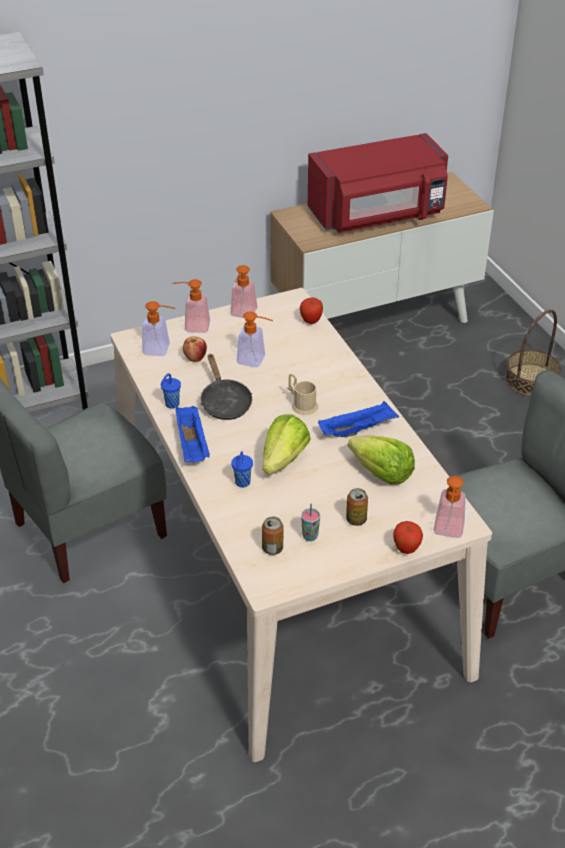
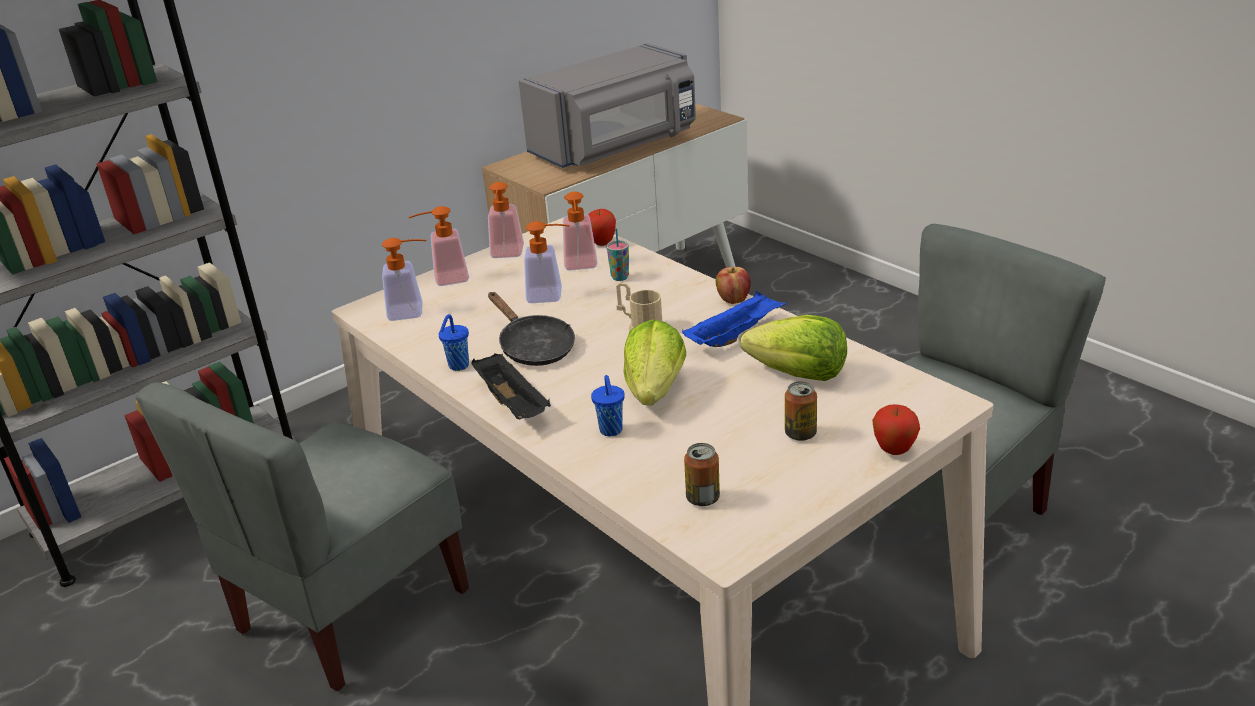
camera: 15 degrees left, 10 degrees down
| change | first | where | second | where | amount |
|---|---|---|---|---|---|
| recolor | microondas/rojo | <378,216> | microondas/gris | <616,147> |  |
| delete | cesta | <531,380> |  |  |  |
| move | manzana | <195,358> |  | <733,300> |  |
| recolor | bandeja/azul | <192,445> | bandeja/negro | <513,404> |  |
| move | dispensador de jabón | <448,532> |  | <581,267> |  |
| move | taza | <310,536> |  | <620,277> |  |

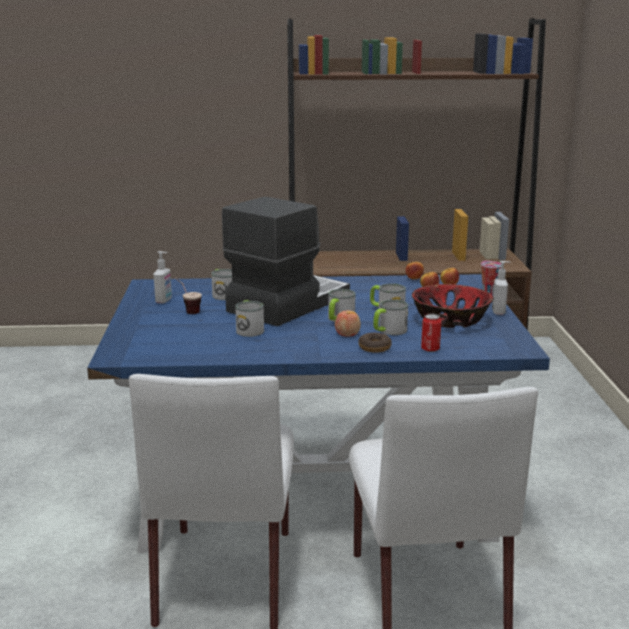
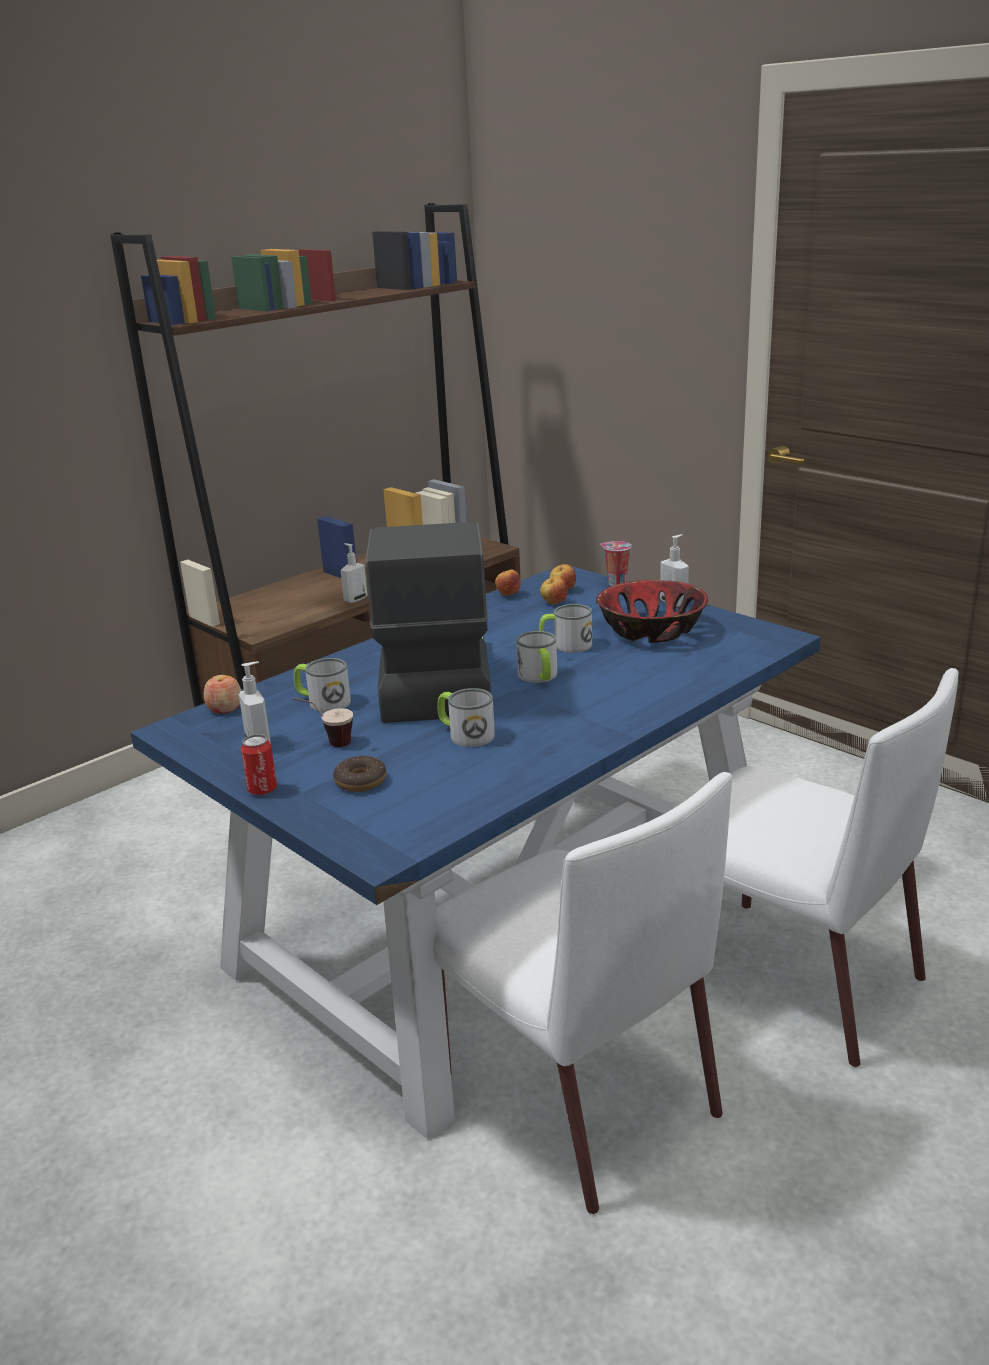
camera: 40 degrees left, 5 degrees up
| change | first | where | second | where | amount |
|---|---|---|---|---|---|
| delete | taza grande | <389,331> |  |  |  |
| move | manzana | <347,333> |  | <225,708> |  |
| move | lata | <430,349> |  | <262,790> |  |
| move | rosquilla | <374,347> |  | <360,781> |  |
| insert |  |  | dispensador de jabón | <355,599> |  |

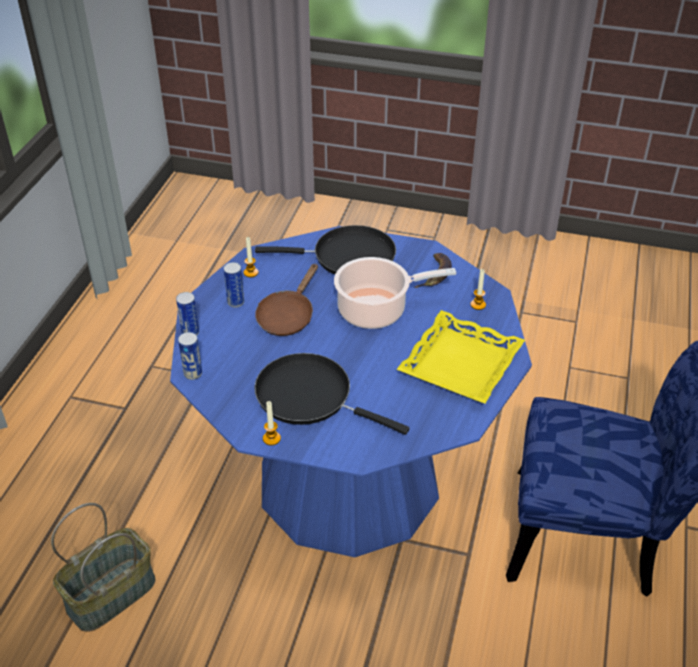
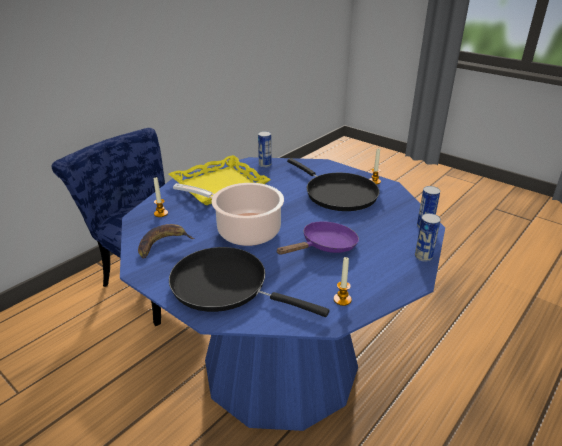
camera: 155 degrees left, 10 degrees down
| change | first | where | second | where | amount |
|---|---|---|---|---|---|
| move | lata | <235,302> |  | <265,165> |  |
| recolor | sartén/marrón | <288,316> | sartén/morado | <325,246> |  |
| delete | cesta | <111,593> |  |  |  |

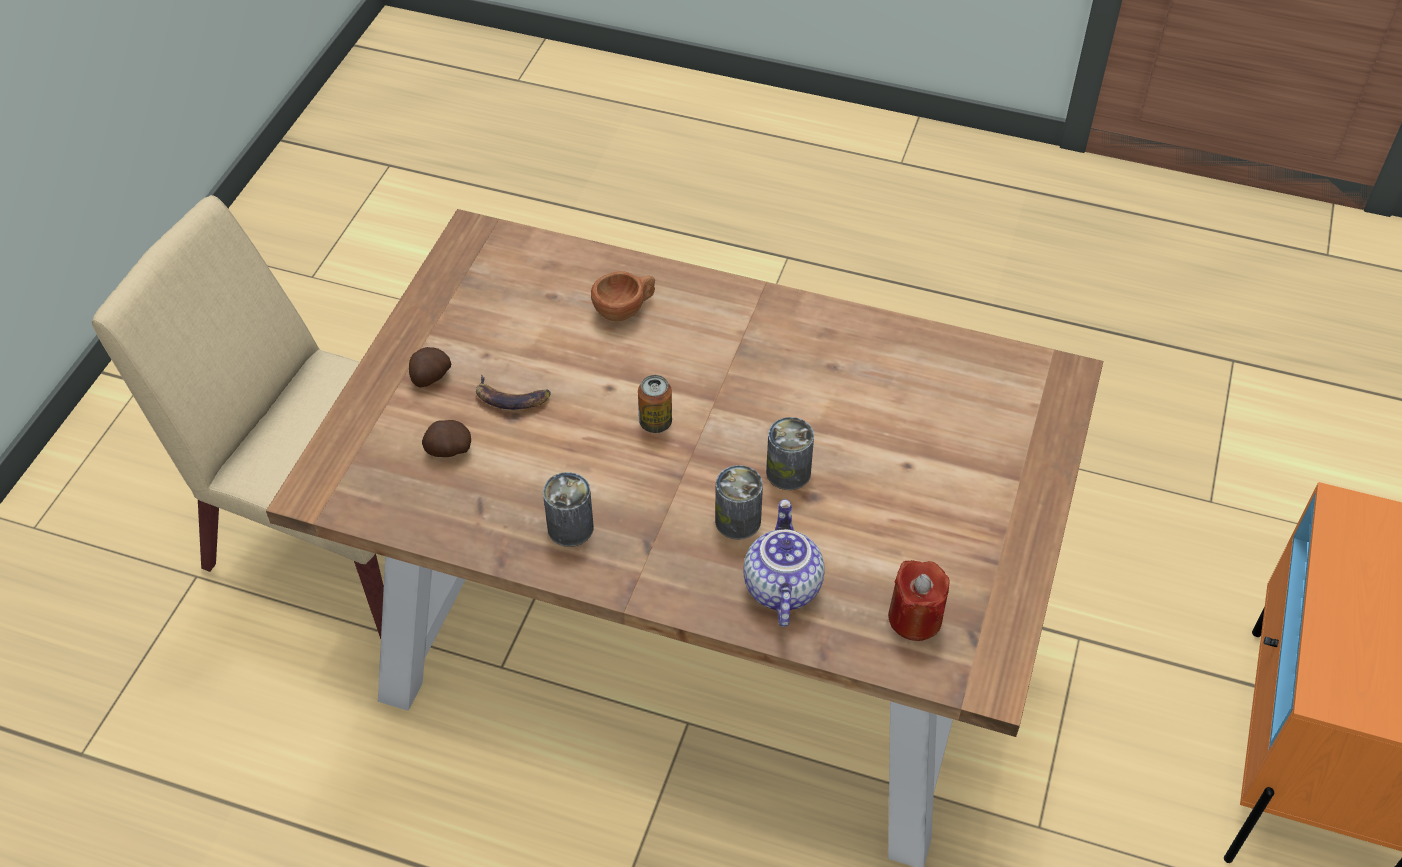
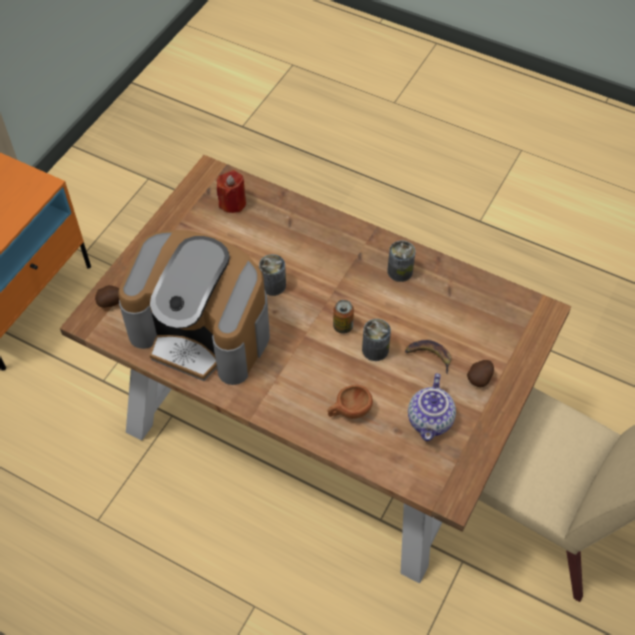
camera: 170 degrees left, 5 degrees up
| change | first | where | second | where | amount |
|---|---|---|---|---|---|
| move | patata | <448,450> |  | <111,302> |  |
| move | lata | <738,521> |  | <375,349> |  |
| move | tetera | <780,586> |  | <431,421> |  |
| insert |  |  | cafetera | <203,331> |  |

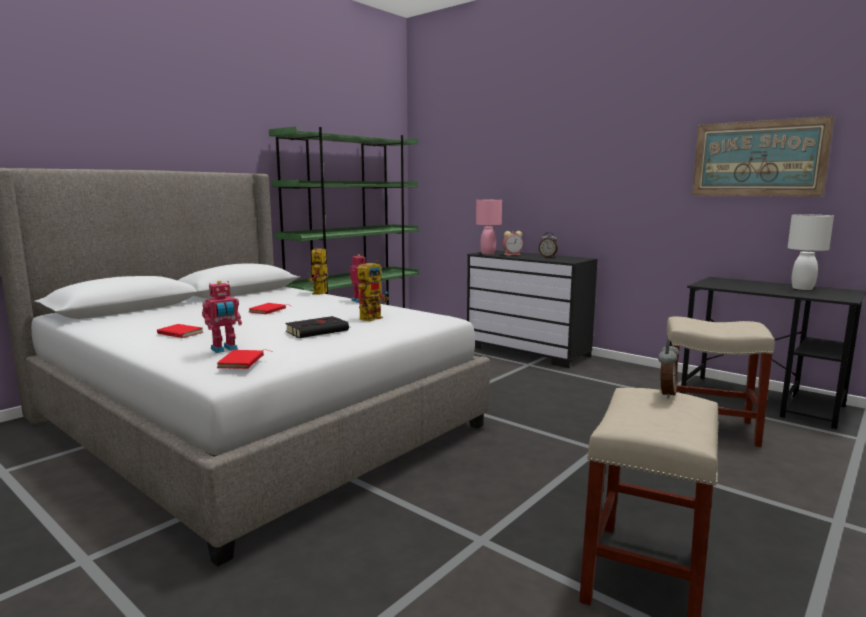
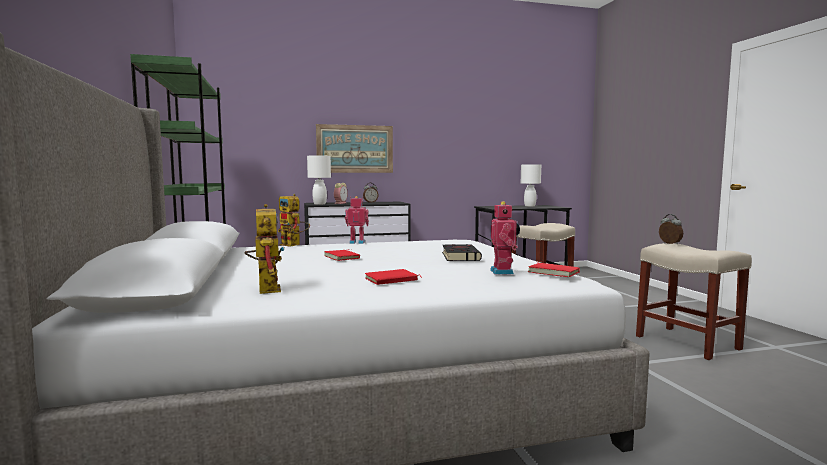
camera: 55 degrees left, 5 degrees down
| change | first | where | second | where | amount |
|---|---|---|---|---|---|
| move | cuadro | <758,158> |  | <355,149> |  |
| recolor | lámpara de mesa/rosa | <488,253> | lámpara de mesa/blanco | <320,204> |  |
| move | robot de juguete | <373,317> |  | <265,288> |  |

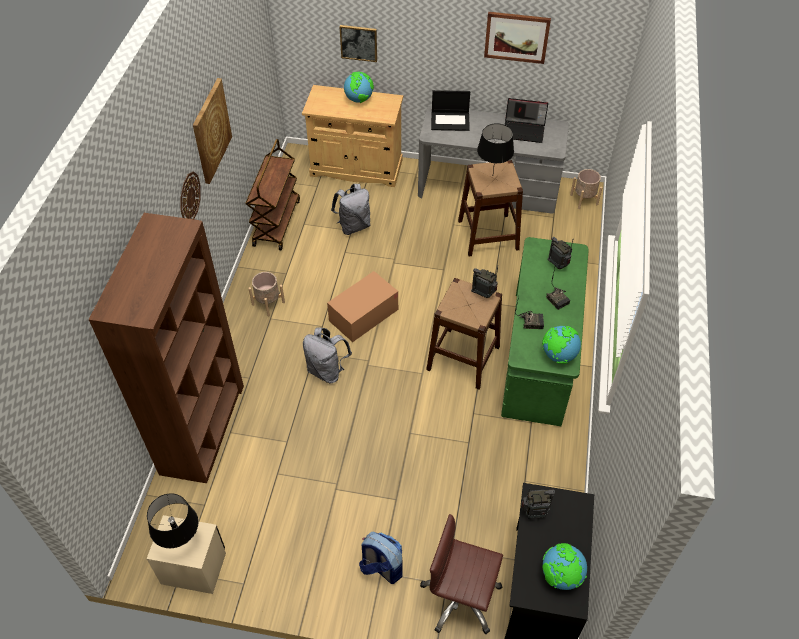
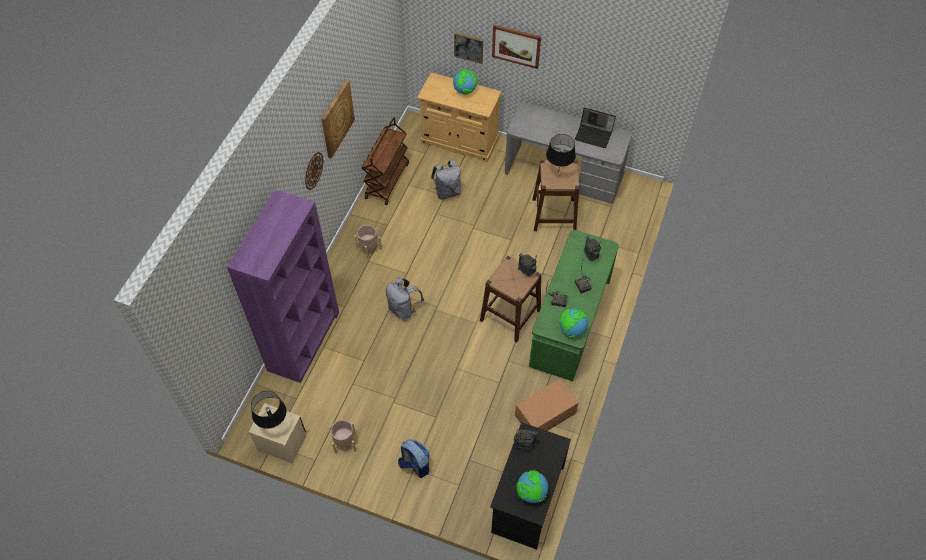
camera: 10 degrees right, 5 degrees up
| change | first | where | second | where | amount |
|---|---|---|---|---|---|
| move | cuadro | <516,37> |  | <516,46> |  |
| delete | portátil | <450,121> |  |  |  |
| move | maceta/beis | <584,199> |  | <345,442> |  |
| recolor | estantería/marrón | <203,428> | estantería/morado | <304,341> |  |
| move | caja de cartón | <363,315> |  | <545,414> |  |
| delete | silla de oficina/marrón | <460,598> |  |  |  |

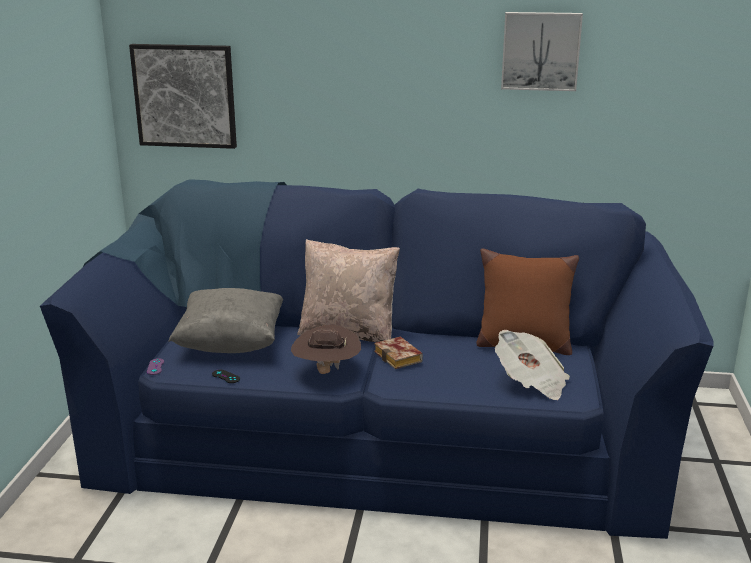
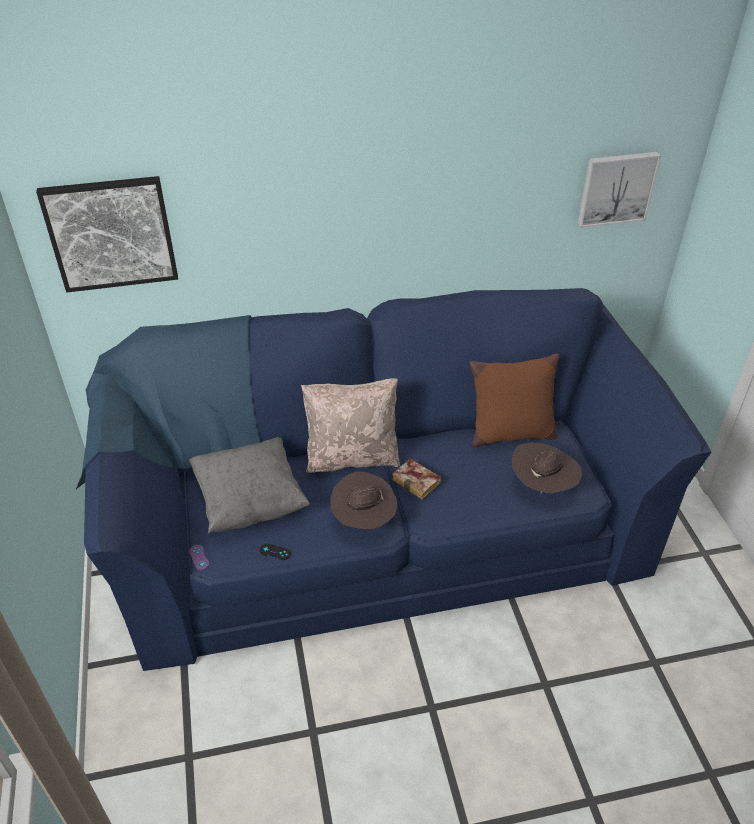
camera: 20 degrees left, 20 degrees up
| change | first | where | second | where | amount |
|---|---|---|---|---|---|
| move | cuadro | <540,51> |  | <616,188> |  |
| replace | periódico | <531,382> | sombrero/marrón | <542,486> |  |

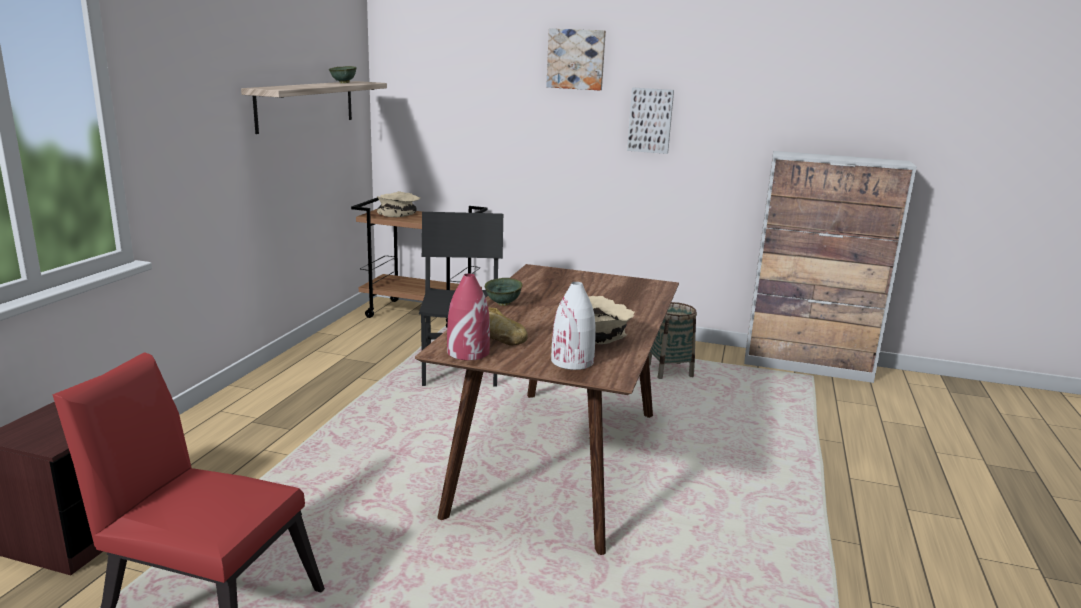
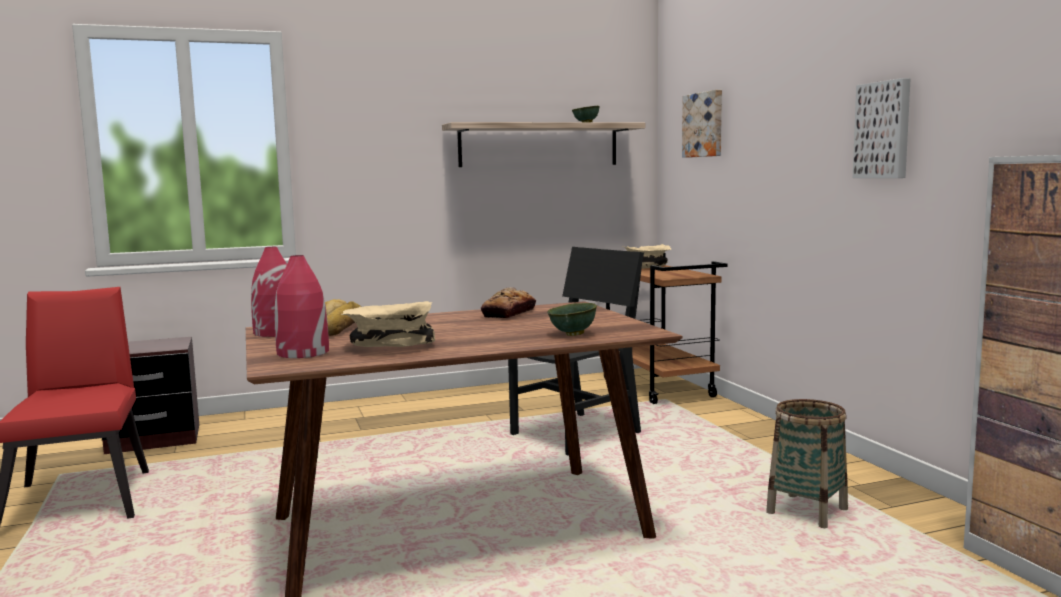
camera: 55 degrees right, 10 degrees down
| change | first | where | second | where | amount |
|---|---|---|---|---|---|
| move | cuadro | <576,59> |  | <704,125> |  |
| move | cuenco/verde | <504,304> |  | <573,335> |  |
| recolor | florero/blanco | <572,361> | florero/rojo | <302,352> |  |
| insert |  |  | pan | <509,313> |  |

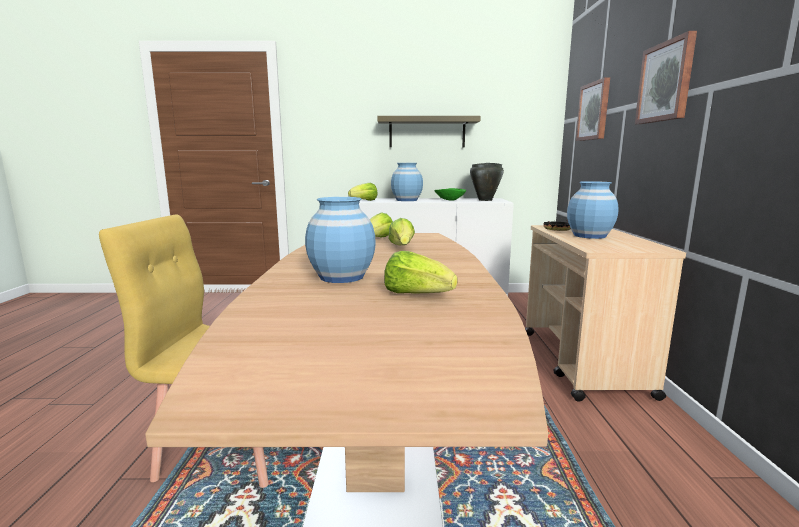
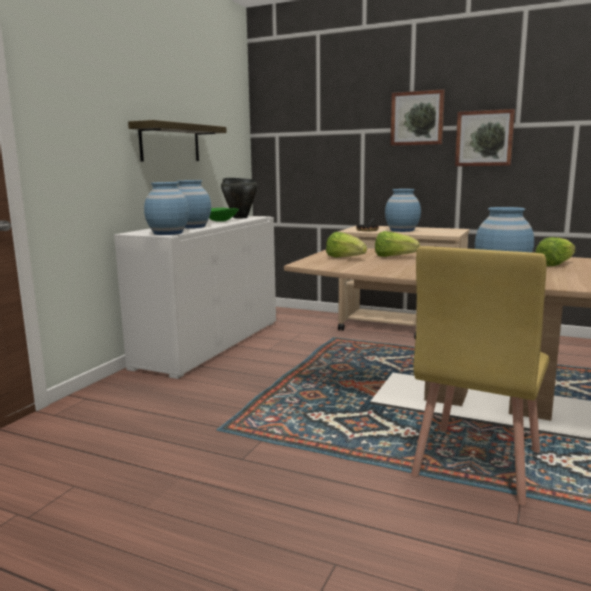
camera: 65 degrees left, 0 degrees up
| change | first | where | second | where | amount |
|---|---|---|---|---|---|
| move | cuadro | <594,111> |  | <484,138> |  |
| replace | lechuga | <364,201> | florero/azul | <168,233> |  |

